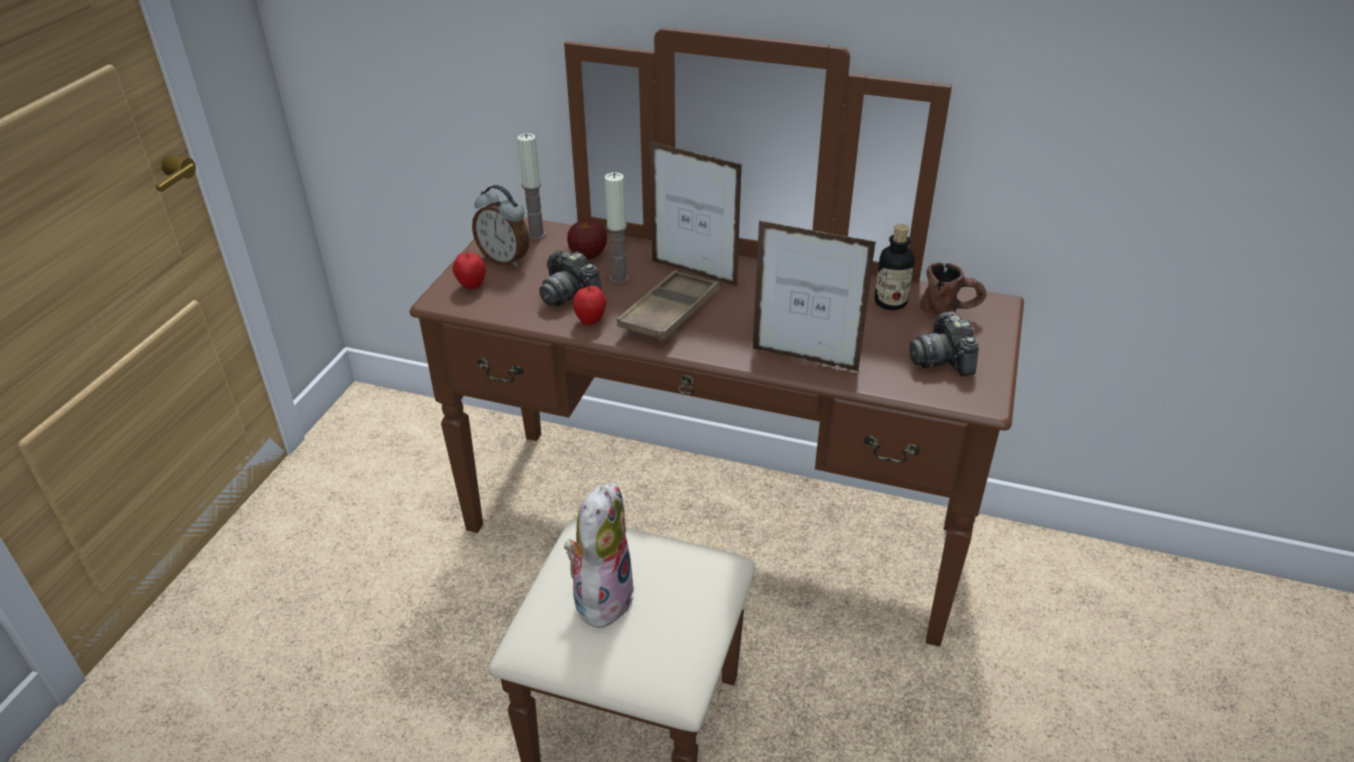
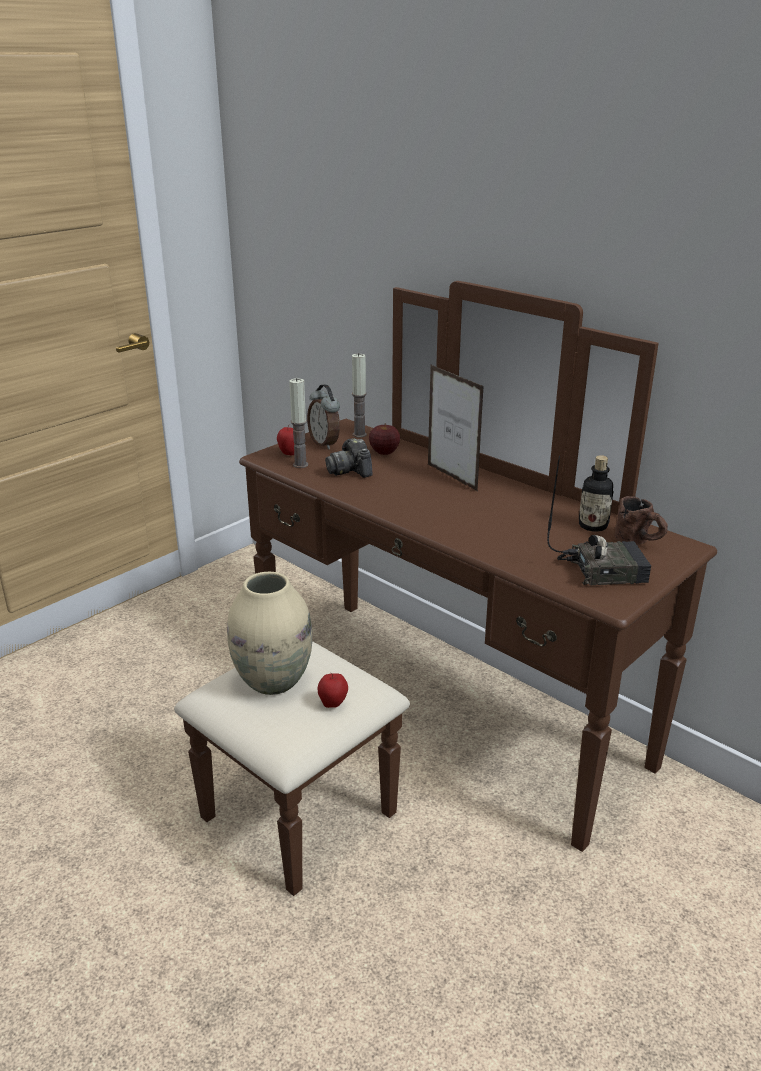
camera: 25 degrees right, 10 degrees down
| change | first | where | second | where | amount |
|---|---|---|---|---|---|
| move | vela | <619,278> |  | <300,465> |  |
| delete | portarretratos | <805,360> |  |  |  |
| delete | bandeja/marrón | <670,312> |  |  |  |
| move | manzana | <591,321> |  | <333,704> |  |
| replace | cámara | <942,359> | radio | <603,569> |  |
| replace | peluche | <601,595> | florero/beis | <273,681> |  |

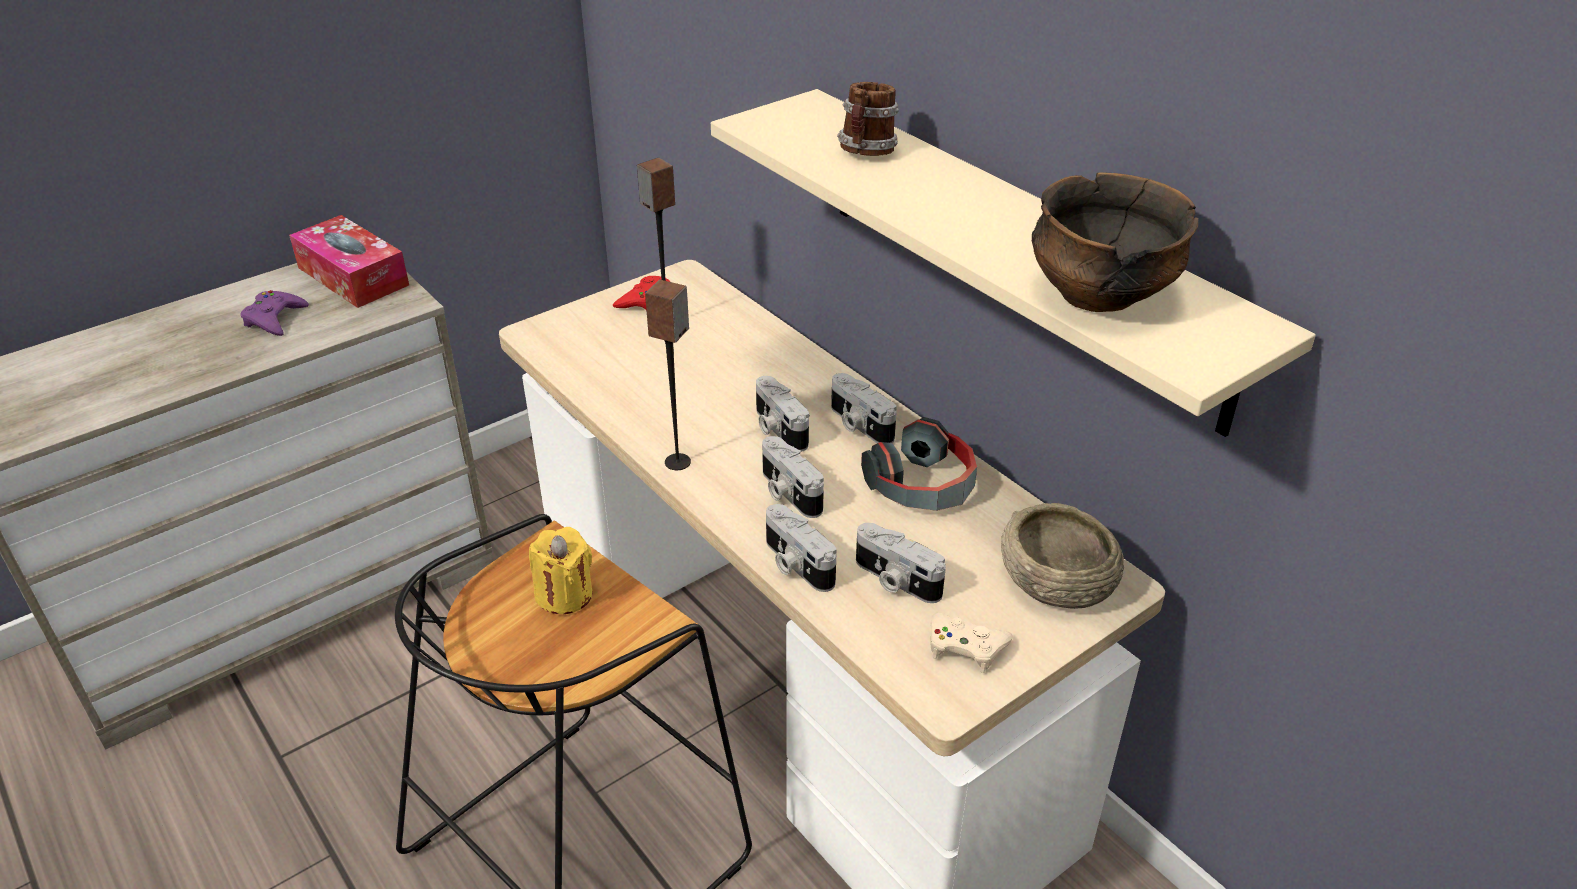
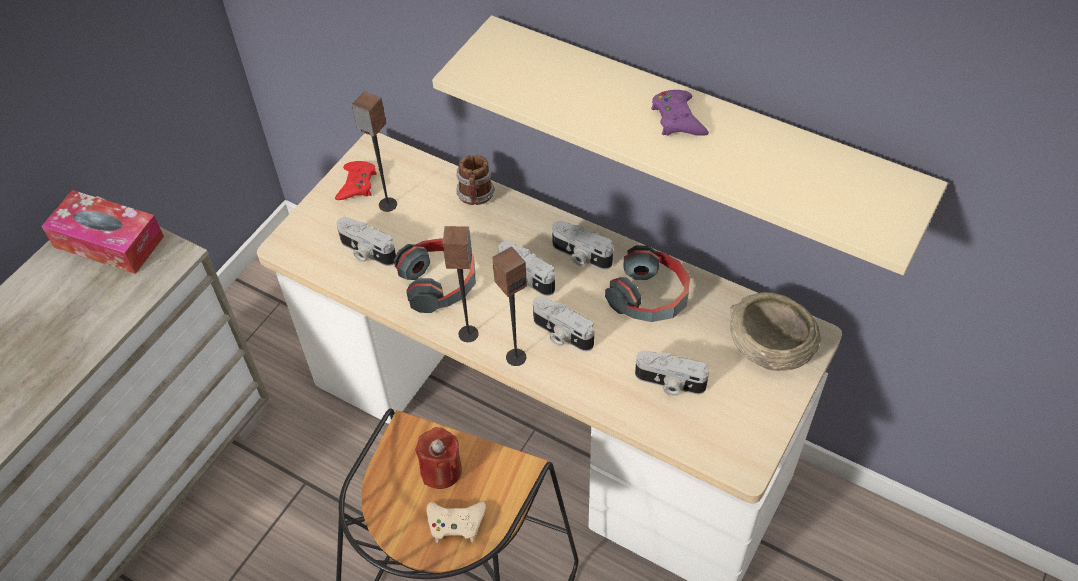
camera: 20 degrees left, 15 degrees up
| change | first | where | second | where | amount |
|---|---|---|---|---|---|
| move | taza grande | <867,153> |  | <476,197> |  |
| delete | cuenco | <1099,296> |  |  |  |
| move | mando de consola/morado | <274,319> |  | <678,119> |  |
| move | cámara | <795,564> |  | <366,252> |  |
| recolor | vela/amarillo | <565,595> | vela/rojo | <441,470> |  |
| move | mando de consola/beis | <965,646> |  | <455,523> |  |
| insert |  |  | auriculares | <440,283> |  |
| insert |  |  | altavoz | <516,357> |  |

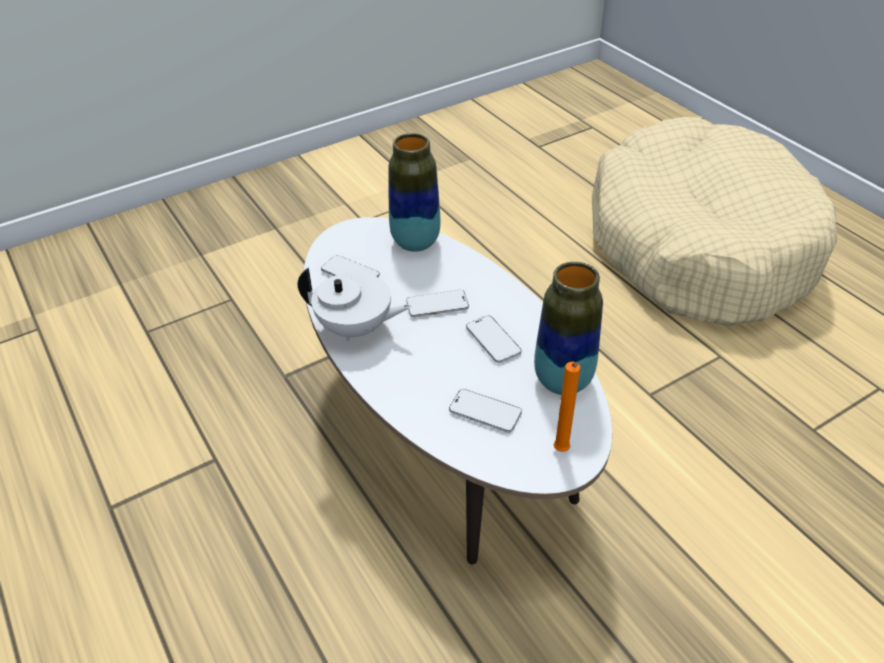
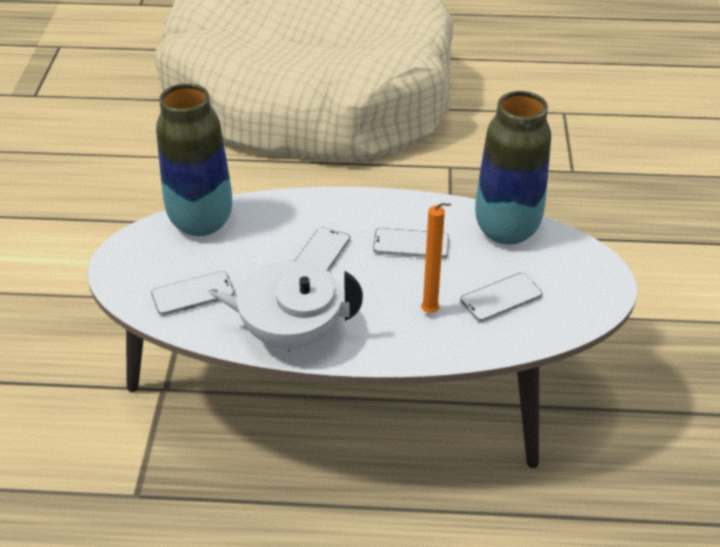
camera: 55 degrees left, 0 degrees up
| change | first | where | second | where | amount |
|---|---|---|---|---|---|
| rotate | tetera/blanco | <355,328> |  | <290,333> | 135 degrees counterclockwise |
| move | vela/naranja | <561,452> |  | <432,313> |  |

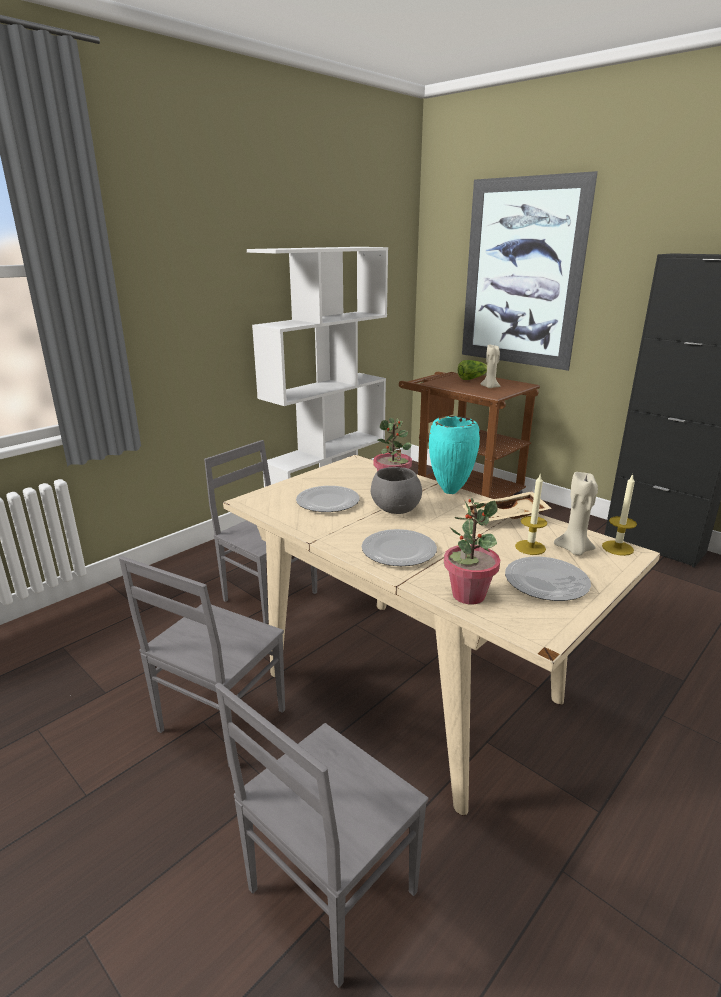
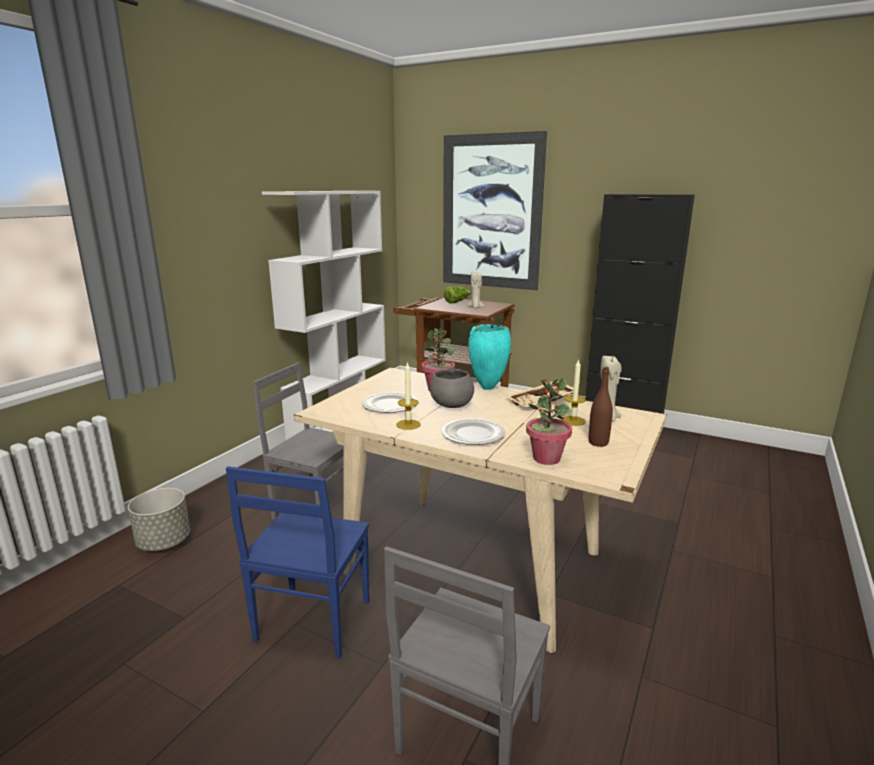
camera: 15 degrees left, 5 degrees down
| change | first | where | second | where | amount |
|---|---|---|---|---|---|
| move | vela | <617,548> |  | <408,424> |  |
| recolor | silla/gris | <219,721> | silla/azul | <311,621> |  |
| replace | plato | <546,582> | botella/marrón | <598,443> |  |
| insert |  |  | maceta/gris | <164,542> |  |

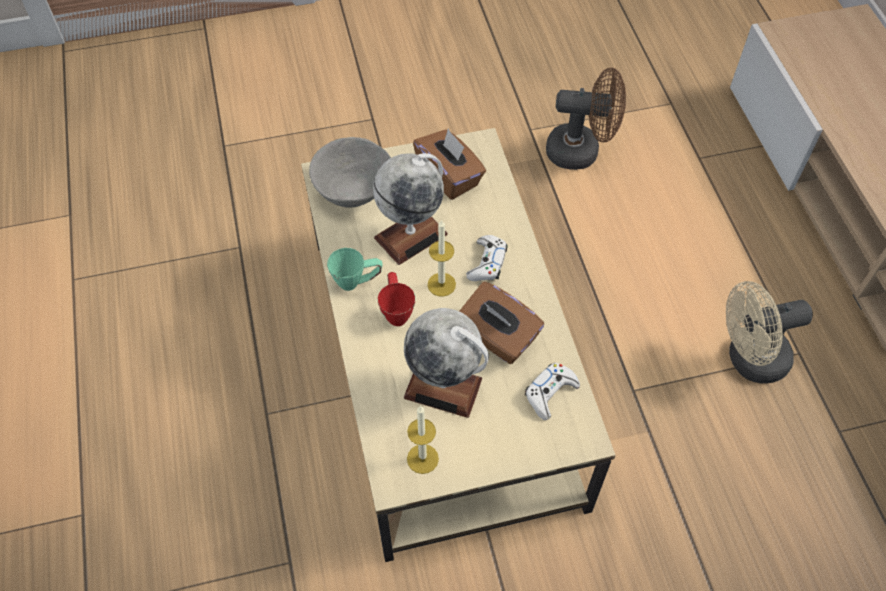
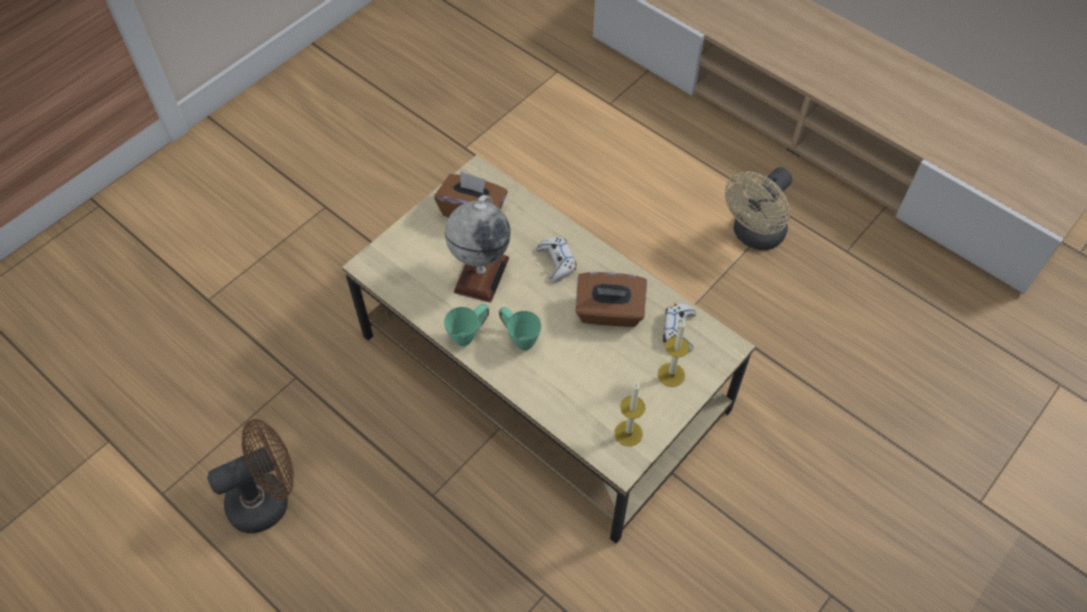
camera: 35 degrees left, 0 degrees up
| change | first | where | second | where | amount |
|---|---|---|---|---|---|
| move | ventilador/marrón | <581,151> |  | <268,499> |  |
| delete | cuenco/gris | <353,191> |  |  |  |
| move | vela | <441,284> |  | <671,374> |  |
| recolor | taza grande/rojo | <396,311> | taza grande/verde | <518,338> |  |
| delete | globo terráqueo | <443,388> |  |  |  |

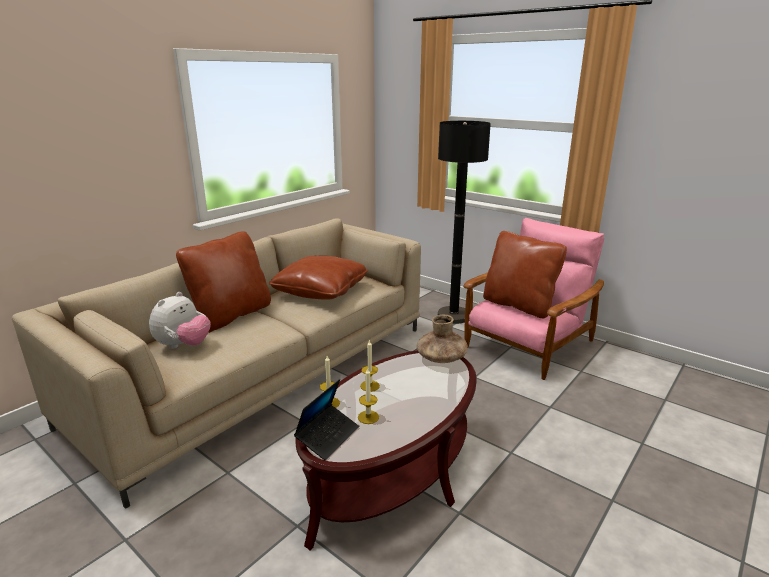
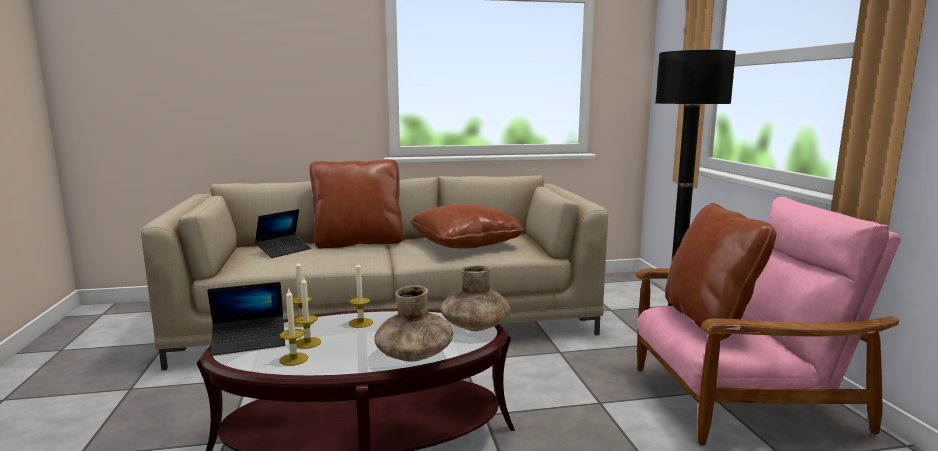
camera: 40 degrees right, 10 degrees down
| change | first | where | second | where | amount |
|---|---|---|---|---|---|
| replace | peluche | <183,346> | portátil | <284,251> |  |
| insert |  |  | florero/marrón | <414,356> |  |
| insert |  |  | vela | <293,359> |  |

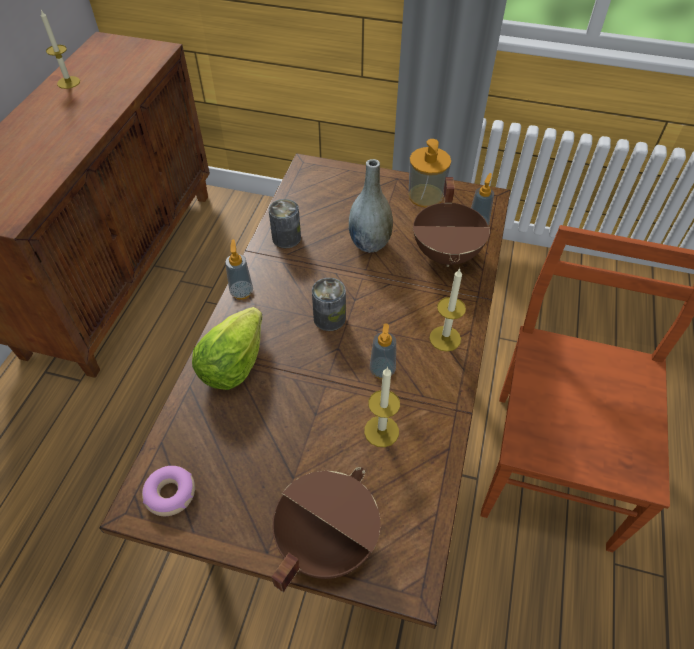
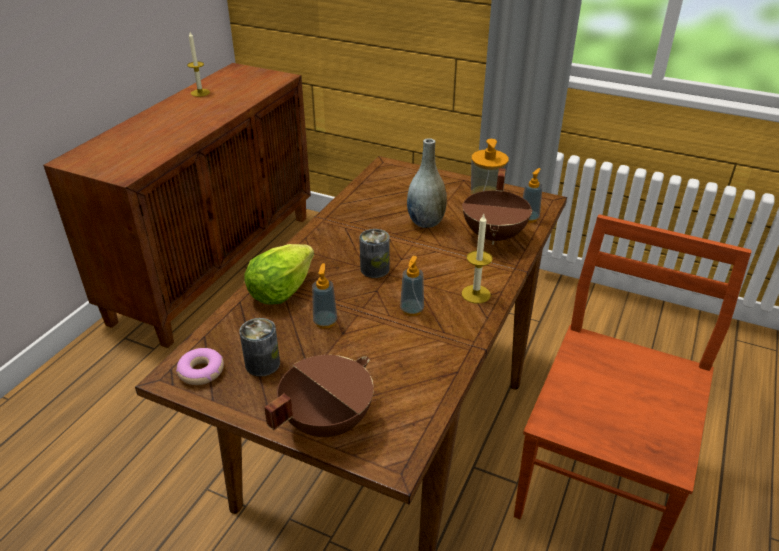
camera: 10 degrees right, 15 degrees down
| change | first | where | second | where | amount |
|---|---|---|---|---|---|
| move | lata | <286,238> |  | <262,364> |  |
| move | dispensador de jabón | <241,292> |  | <325,321> |  |
| delete | vela | <381,431> |  |  |  |

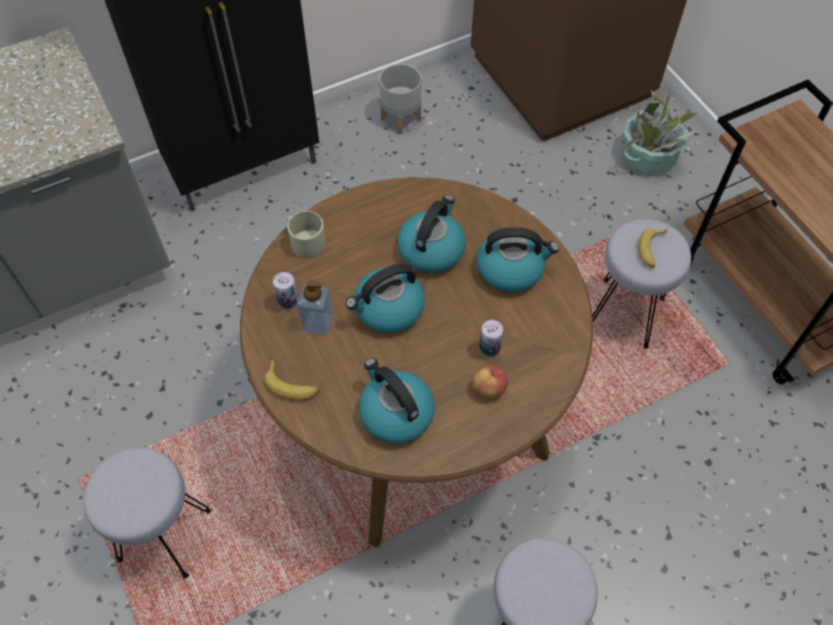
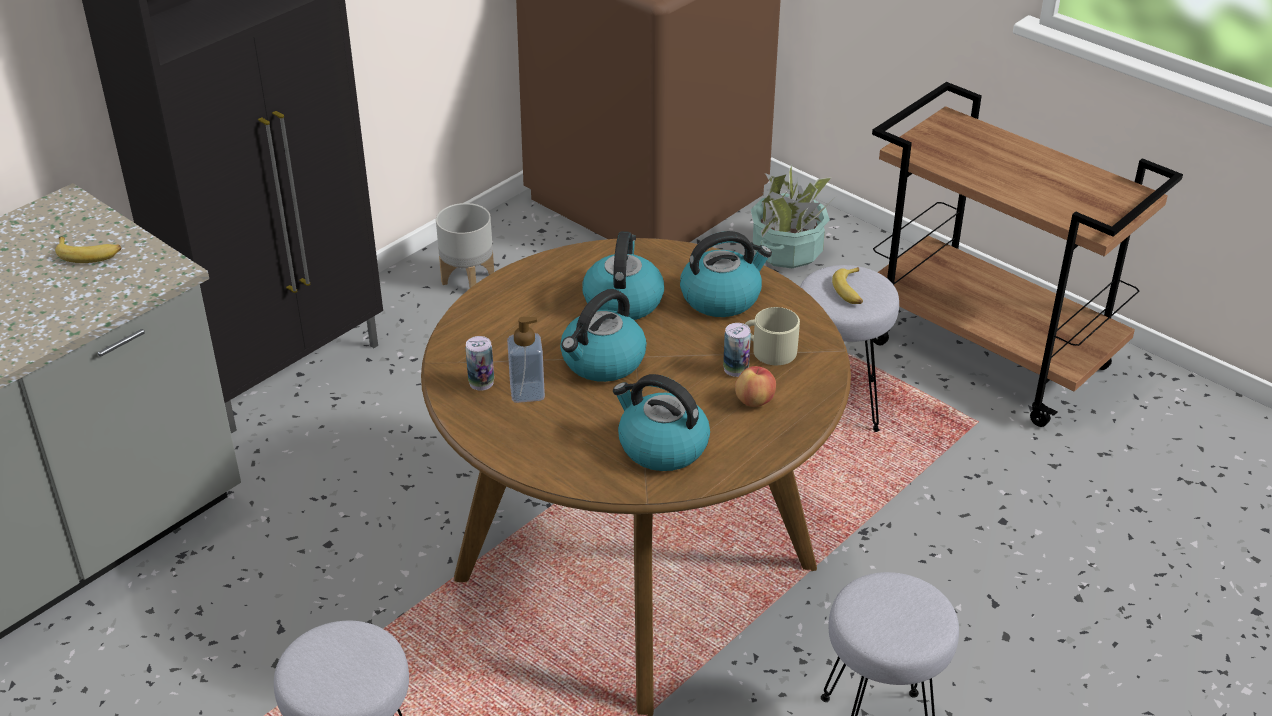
camera: 20 degrees left, 20 degrees down
| change | first | where | second | where | amount |
|---|---|---|---|---|---|
| move | taza grande/beis | <305,241> |  | <769,350> |  |
| move | plátano | <292,384> |  | <89,254> |  |

